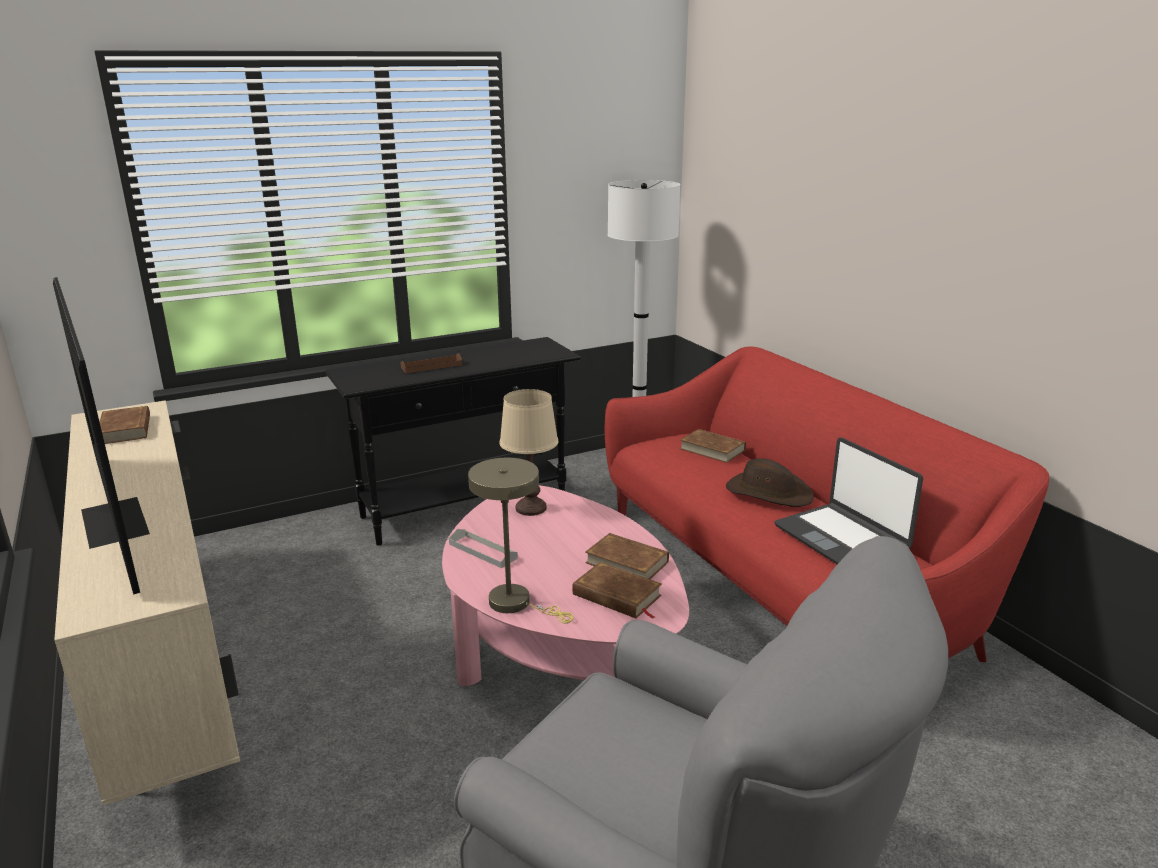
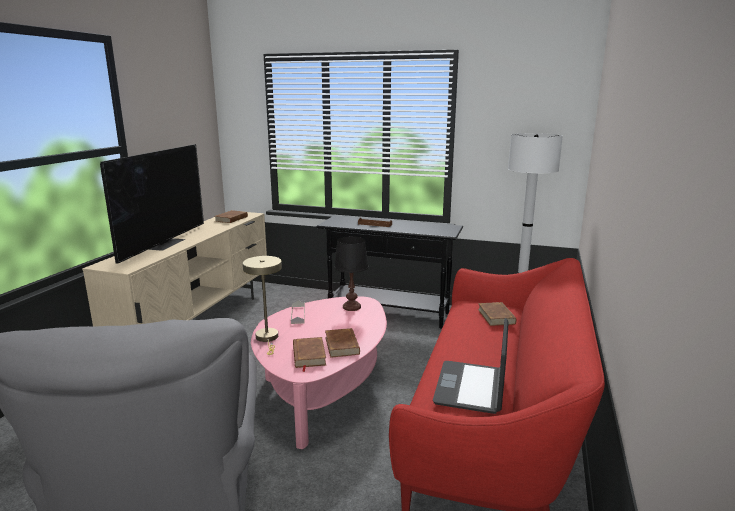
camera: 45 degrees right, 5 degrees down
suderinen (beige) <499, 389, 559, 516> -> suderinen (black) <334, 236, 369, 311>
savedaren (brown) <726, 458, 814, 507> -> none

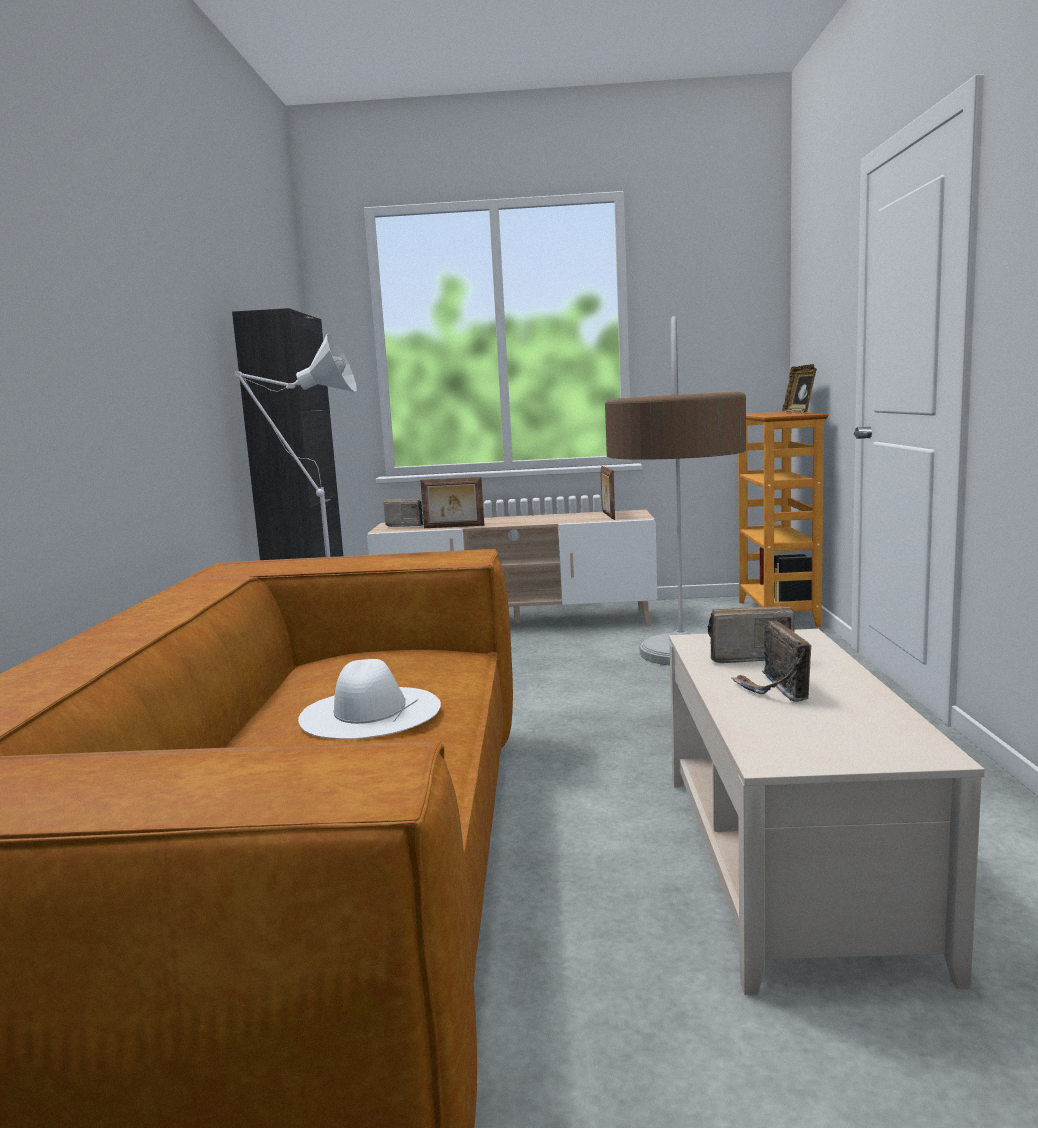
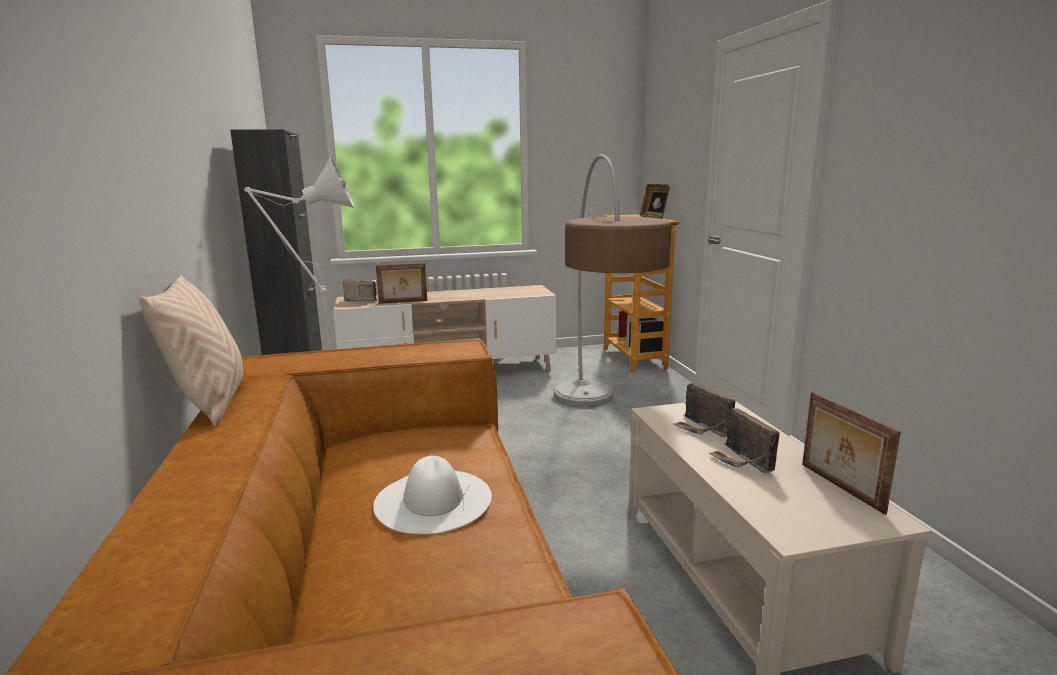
camera: 15 degrees left, 5 degrees up
none -> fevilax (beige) <138, 274, 243, 426>
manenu <707, 606, 795, 663> -> manenu <673, 383, 735, 437>, 105 degrees counterclockwise
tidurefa <600, 466, 615, 520> -> tidurefa <802, 392, 901, 515>, move

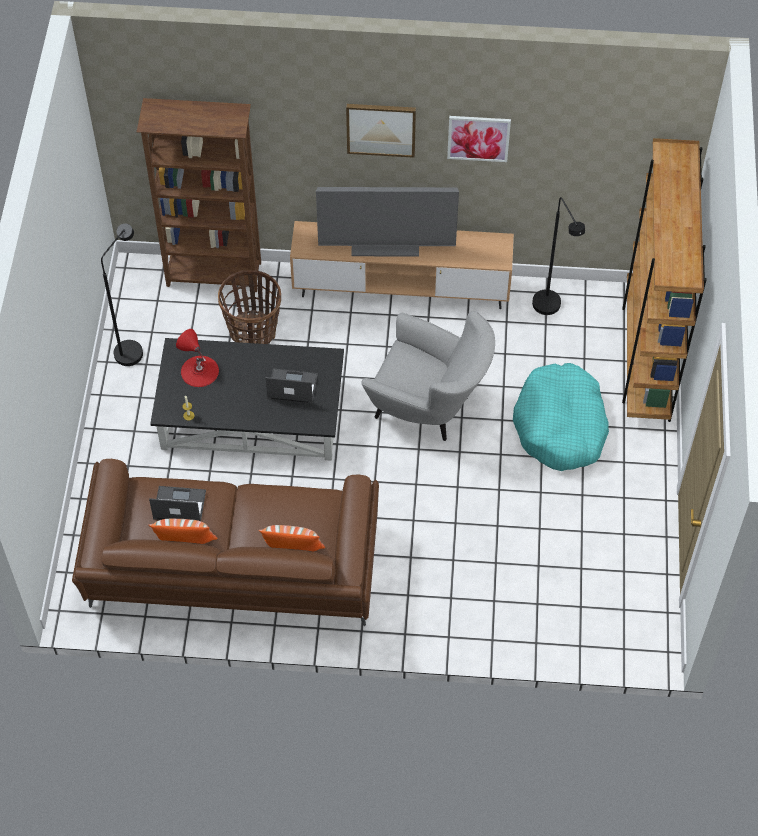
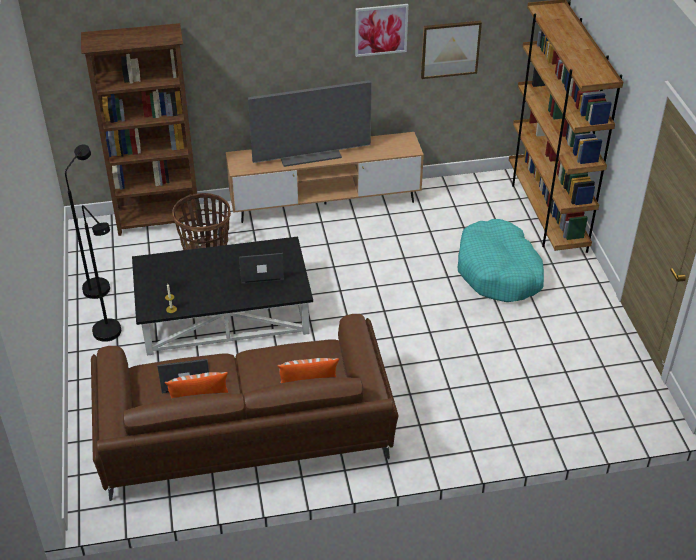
camera: 15 degrees left, 15 degrees down
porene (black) <532, 197, 585, 315> -> porene (black) <82, 205, 121, 342>, move
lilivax <346, 104, 416, 158> -> lilivax <421, 21, 482, 79>, move
suderinen (red) <176, 329, 219, 387> -> none
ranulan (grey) <361, 311, 495, 441> -> none

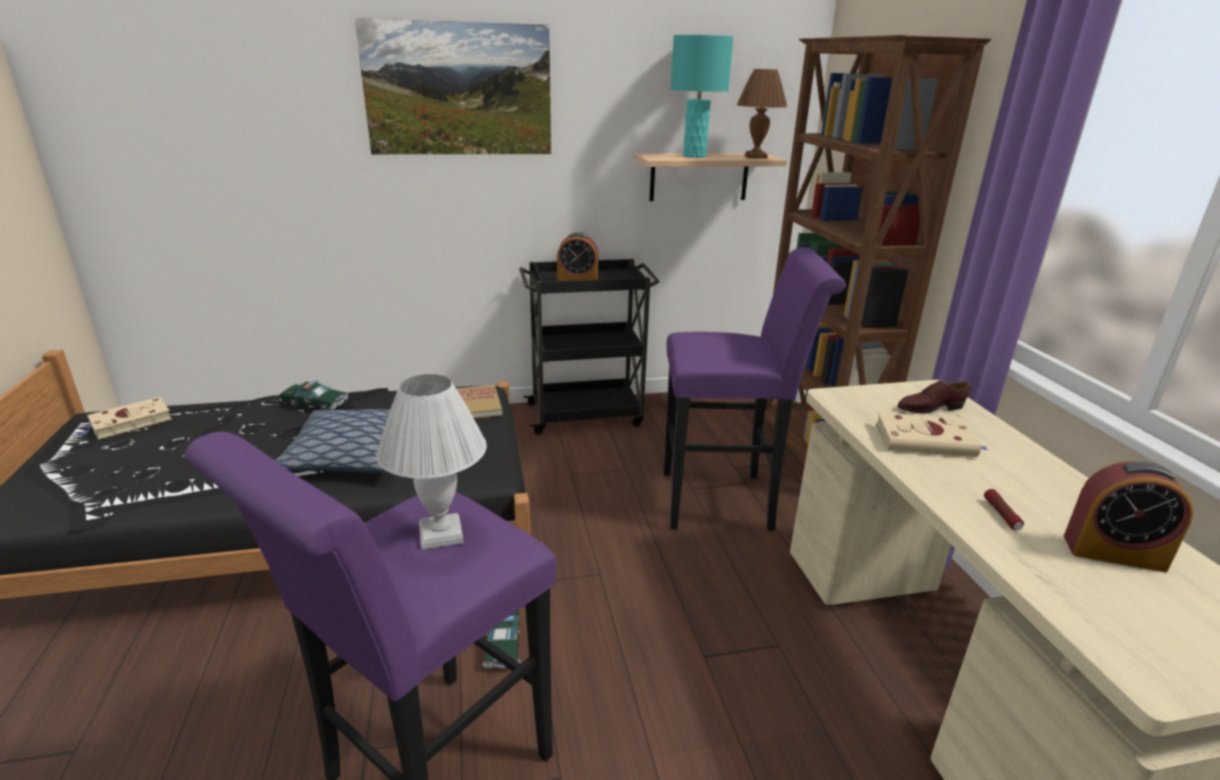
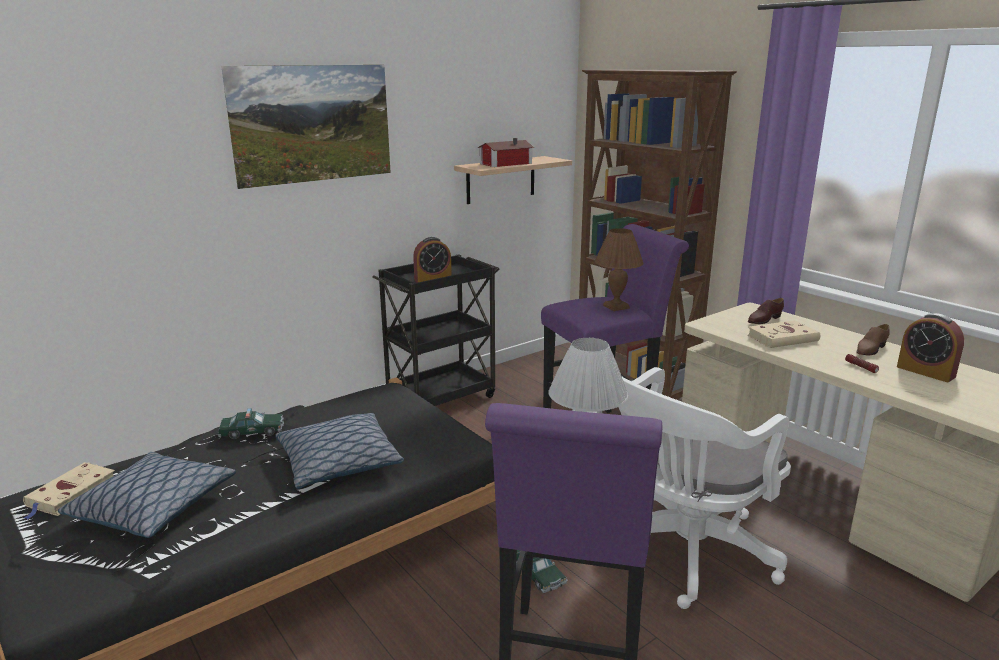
camera: 25 degrees left, 5 degrees down
none -> fevilax <58, 452, 236, 538>
suderinen (turquoise) <671, 35, 733, 158> -> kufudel <478, 138, 534, 167>
suderinen (brown) <737, 69, 787, 159> -> suderinen (brown) <595, 228, 643, 311>, move
none -> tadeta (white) <619, 367, 791, 609>
none -> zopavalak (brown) <856, 324, 890, 355>
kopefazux <1064, 461, 1193, 572> -> kopefazux <897, 313, 964, 382>, 60 degrees clockwise
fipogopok <456, 385, 502, 419> -> none

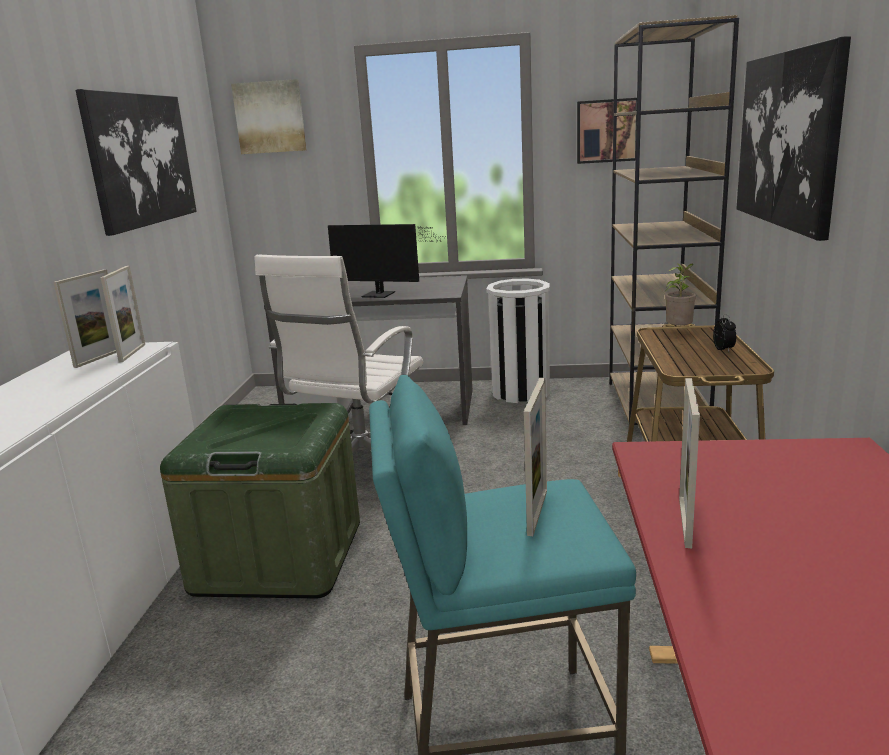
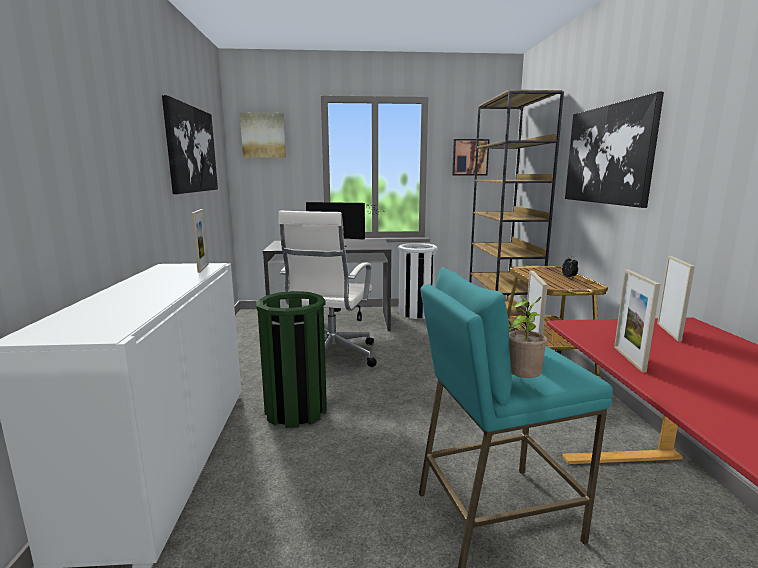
camera: 10 degrees left, 5 degrees down
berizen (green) <160, 403, 360, 599> -> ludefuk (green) <256, 291, 327, 428>
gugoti <665, 263, 696, 327> -> gugoti <509, 295, 547, 378>, move
tidurefa <53, 269, 117, 368> -> tidurefa <657, 256, 695, 342>, move

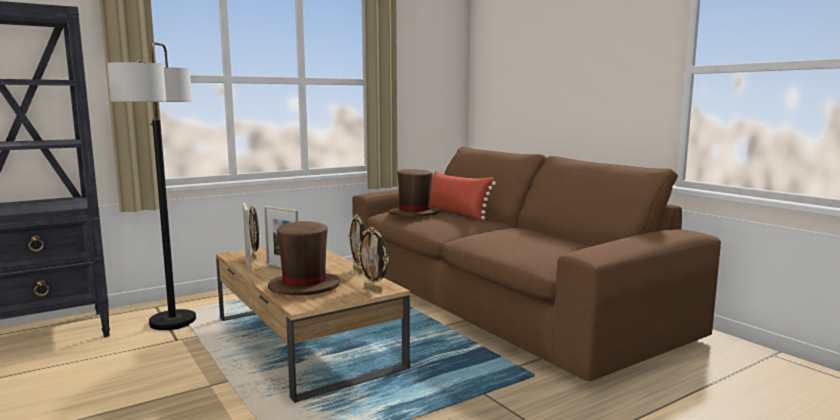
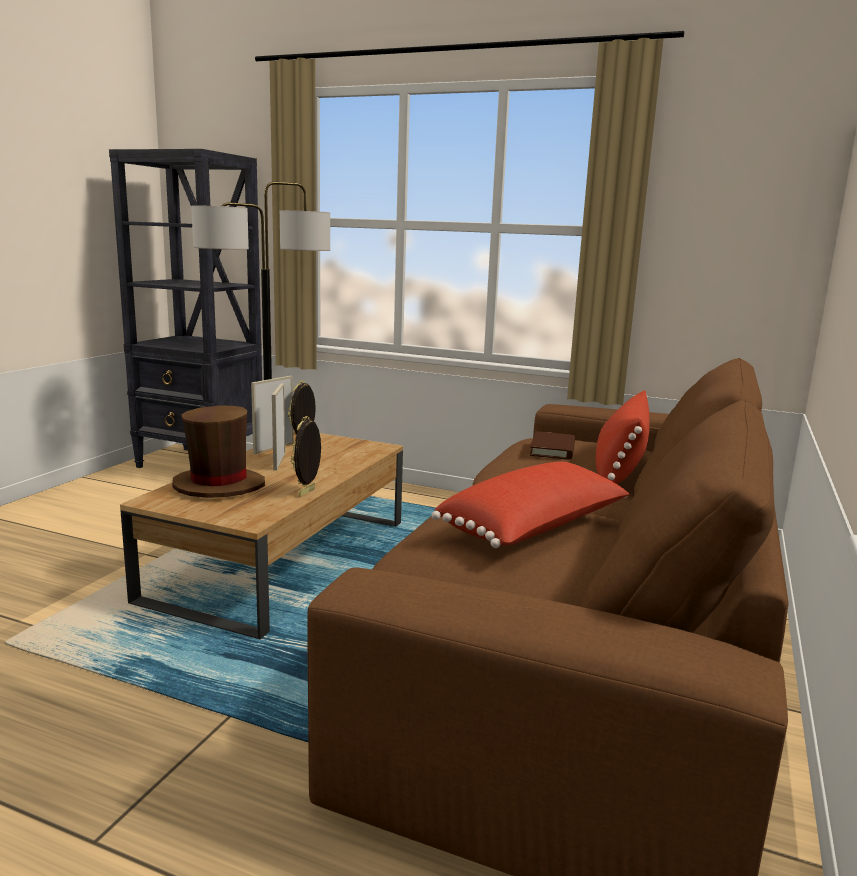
camera: 55 degrees right, 5 degrees up
none -> fevilax (red) <432, 461, 629, 548>
savedaren (brown) <389, 169, 440, 217> -> fipogopok (brown) <529, 431, 575, 460>
tidurefa <357, 227, 389, 292> -> none

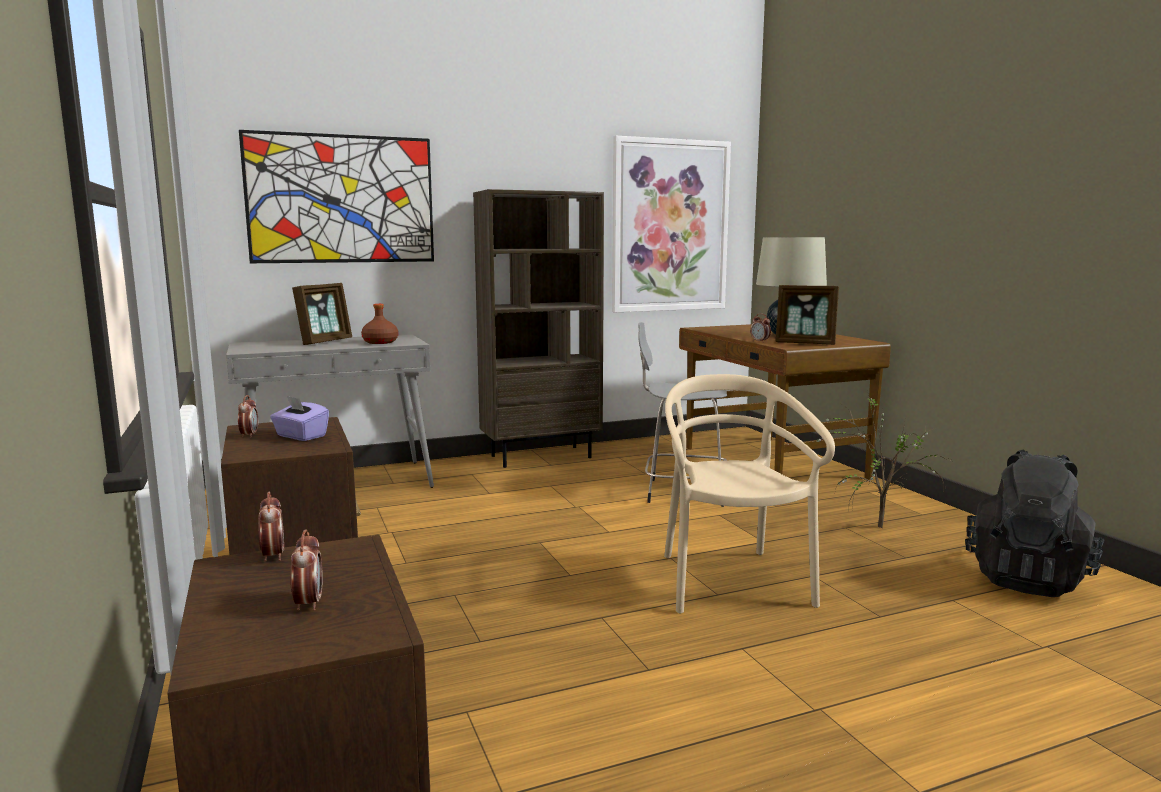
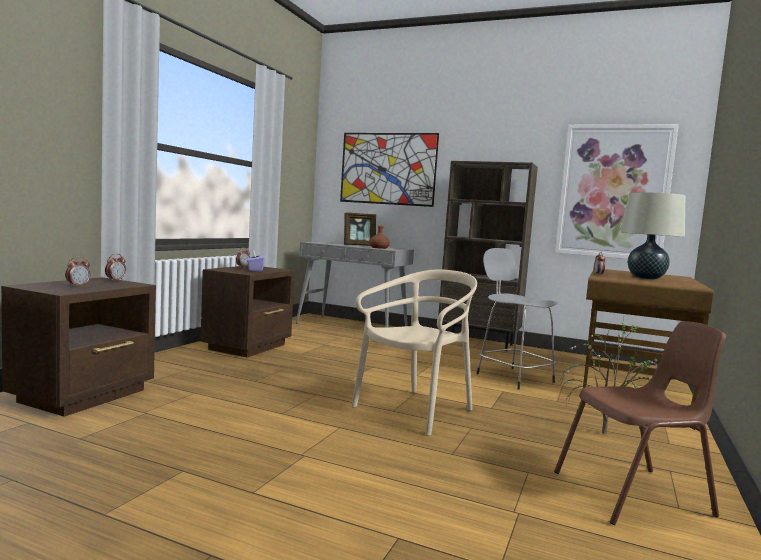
camera: 45 degrees right, 5 degrees down
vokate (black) <965, 449, 1105, 597> -> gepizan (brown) <554, 321, 726, 525>
tidurefa <775, 285, 839, 345> -> none

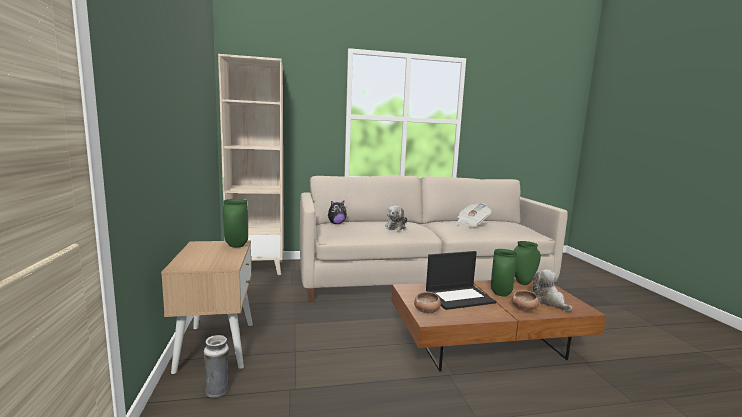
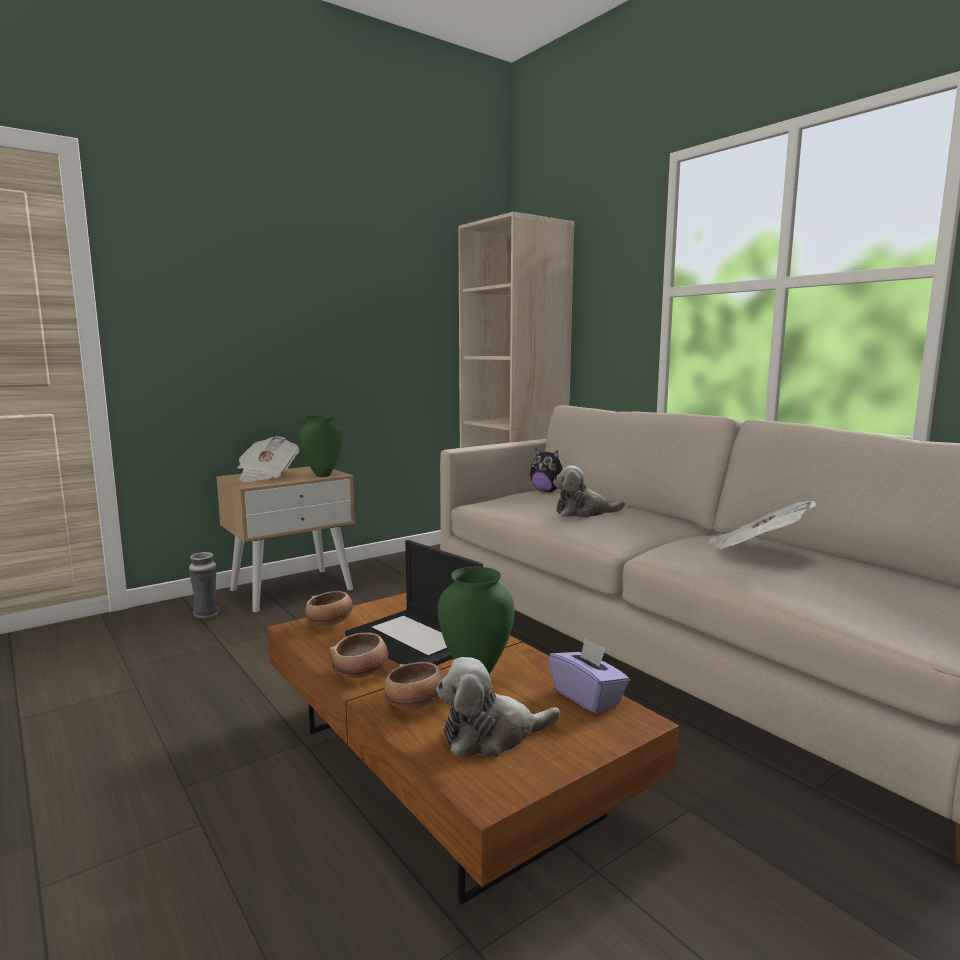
camera: 65 degrees right, 0 degrees up
none -> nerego <237, 437, 299, 482>
none -> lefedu <330, 633, 388, 678>
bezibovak <533, 269, 573, 312> -> bezibovak <436, 657, 560, 758>, 150 degrees counterclockwise
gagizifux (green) <513, 241, 541, 285> -> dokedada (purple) <549, 638, 630, 713>

